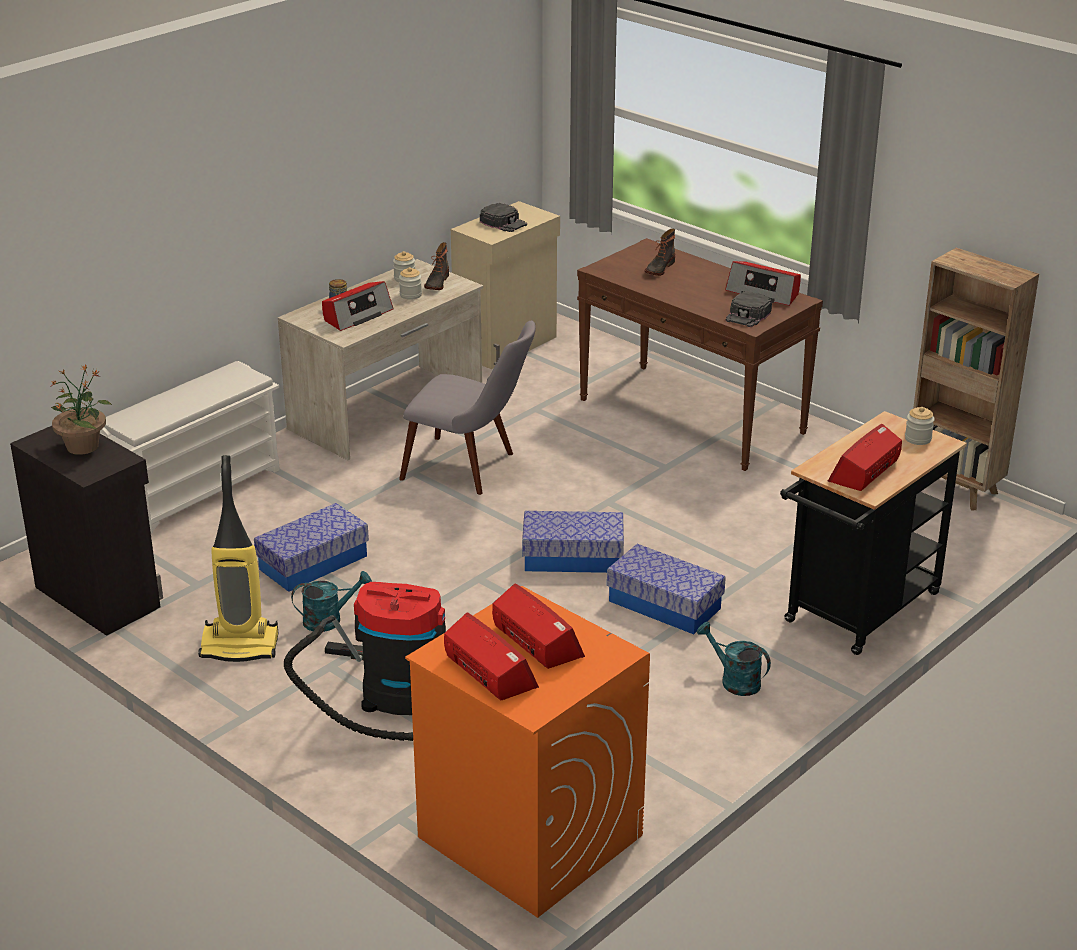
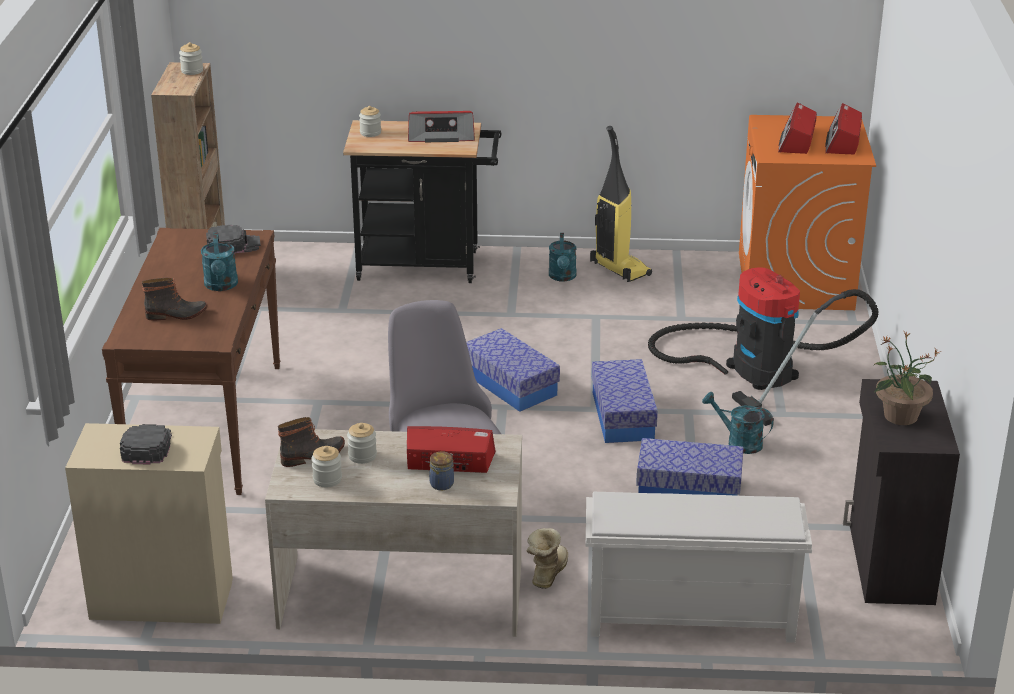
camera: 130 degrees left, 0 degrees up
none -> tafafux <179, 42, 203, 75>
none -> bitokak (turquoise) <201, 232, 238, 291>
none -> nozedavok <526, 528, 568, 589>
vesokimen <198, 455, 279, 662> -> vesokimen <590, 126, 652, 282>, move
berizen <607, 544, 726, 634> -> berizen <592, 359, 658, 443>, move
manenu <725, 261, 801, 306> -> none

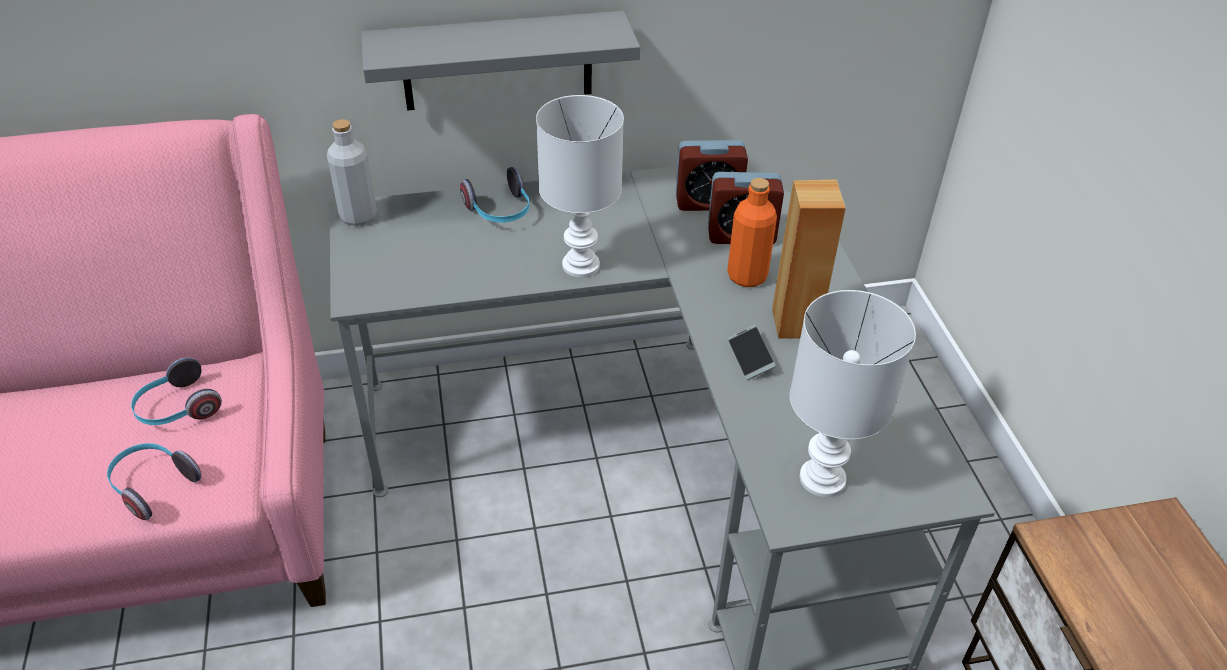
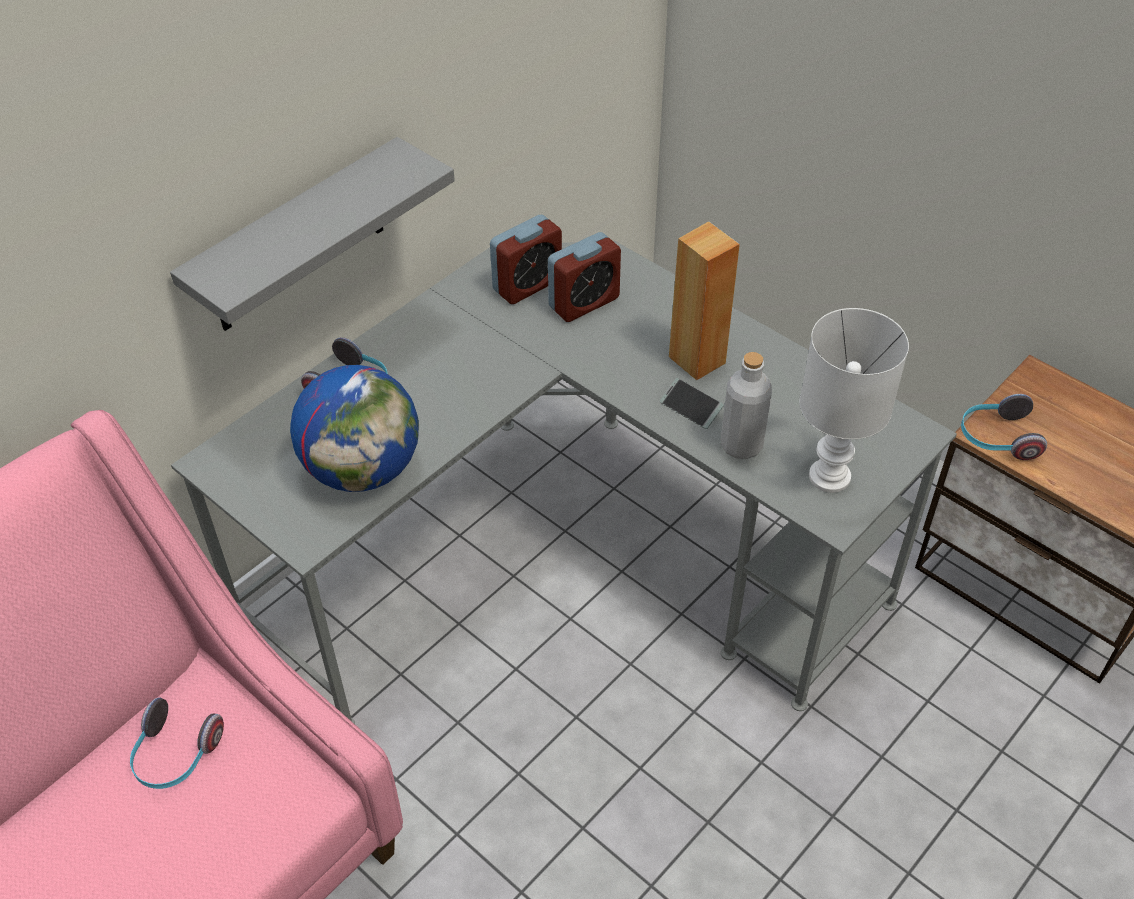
camera: 35 degrees left, 5 degrees up
none -> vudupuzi <290, 365, 419, 492>
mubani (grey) <327, 119, 377, 226> -> mubani (grey) <721, 352, 772, 459>, move
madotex <107, 443, 201, 520> -> madotex <961, 394, 1047, 460>, move
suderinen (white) <536, 95, 624, 278> -> none
mubani (orange) <727, 178, 777, 287> -> none

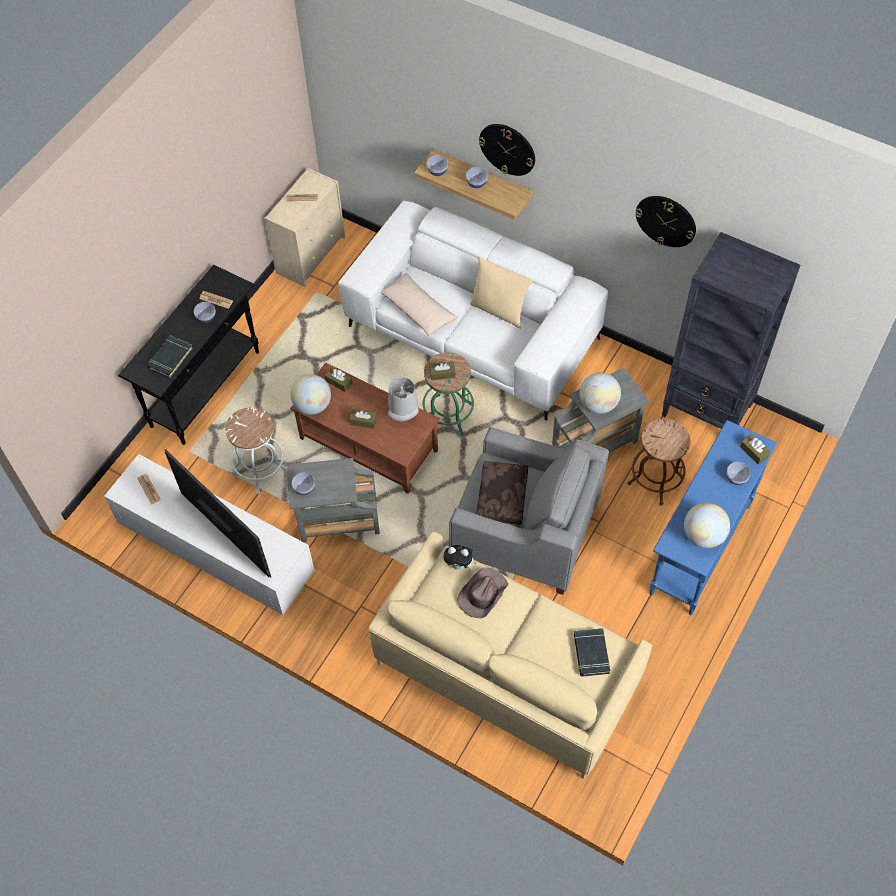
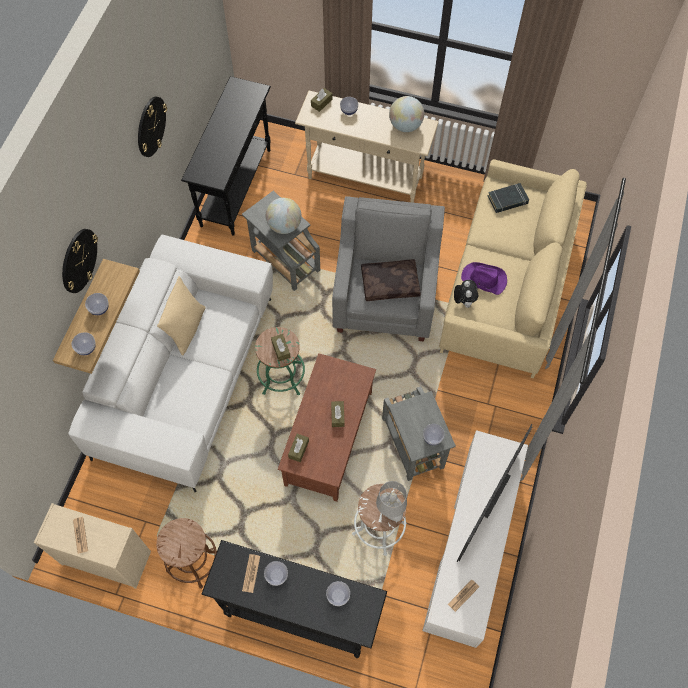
camera: 105 degrees left, 5 degrees up
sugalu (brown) <627, 418, 690, 506> -> sugalu (brown) <156, 518, 217, 589>, move
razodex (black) <662, 232, 800, 429> -> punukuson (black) <181, 76, 271, 236>
punukuson (blue) <649, 420, 777, 615> -> punukuson (beige) <295, 90, 439, 203>
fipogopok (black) <148, 335, 193, 379> -> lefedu <326, 581, 350, 606>
suderinen (grey) <388, 377, 419, 421> -> suderinen (grey) <376, 481, 407, 522>, move
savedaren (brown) <457, 567, 508, 618> -> savedaren (purple) <461, 262, 507, 295>
vudupuzi <290, 374, 331, 415> -> none
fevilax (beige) <381, 273, 458, 336> -> none

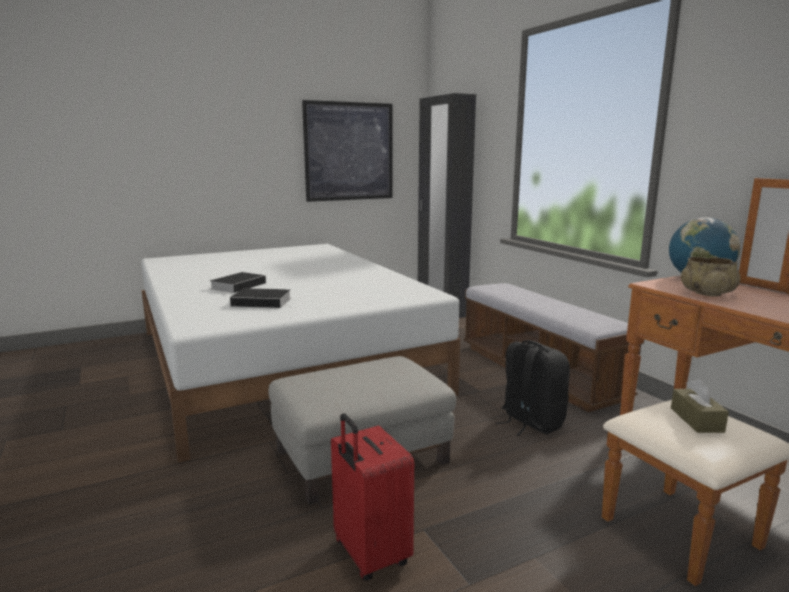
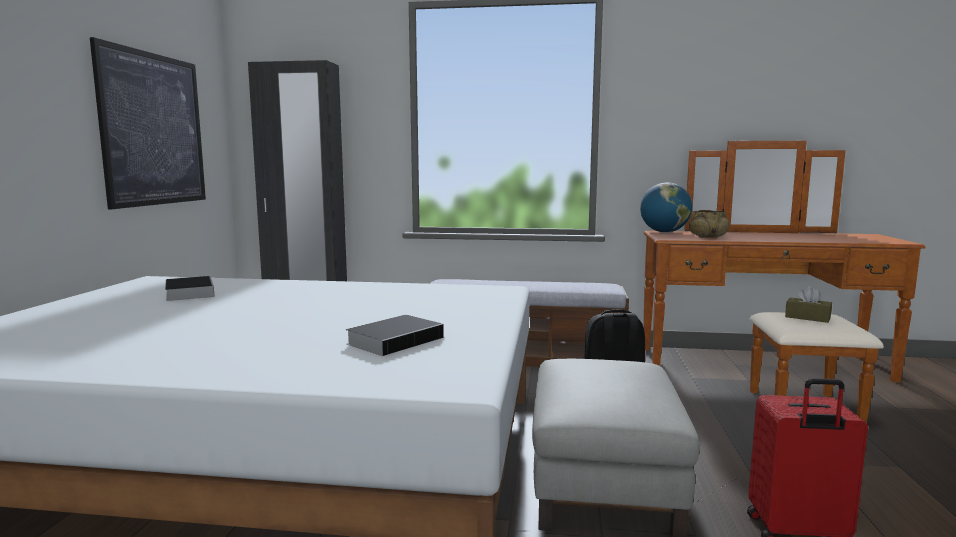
camera: 55 degrees left, 5 degrees down
fipogopok <210, 272, 266, 293> -> fipogopok <165, 276, 215, 301>, move

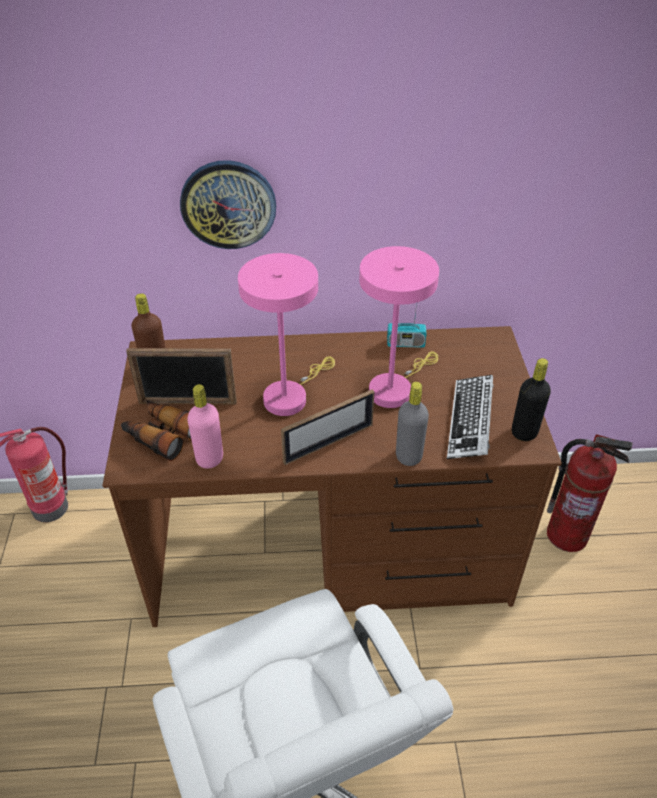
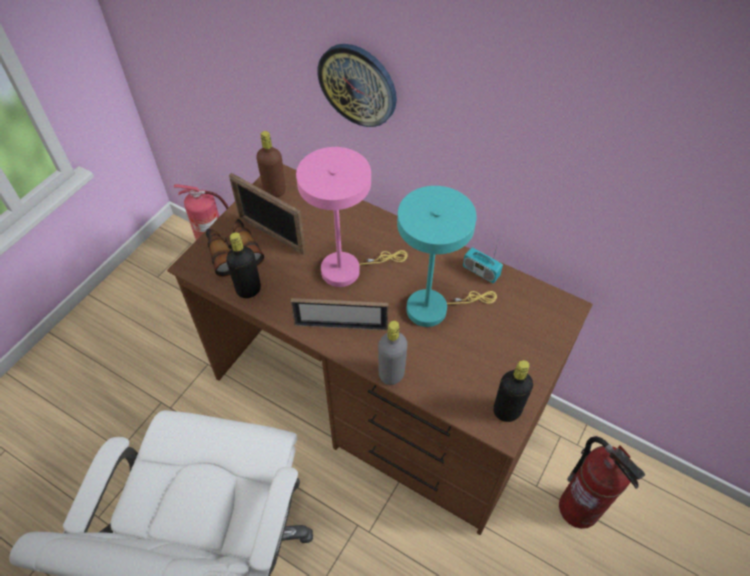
camera: 35 degrees right, 10 degrees up
mubani (pink) <187, 384, 223, 469> -> mubani (black) <226, 232, 261, 298>
suderinen (pink) <359, 246, 439, 408> -> suderinen (turquoise) <397, 186, 497, 327>
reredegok <447, 375, 494, 459> -> none

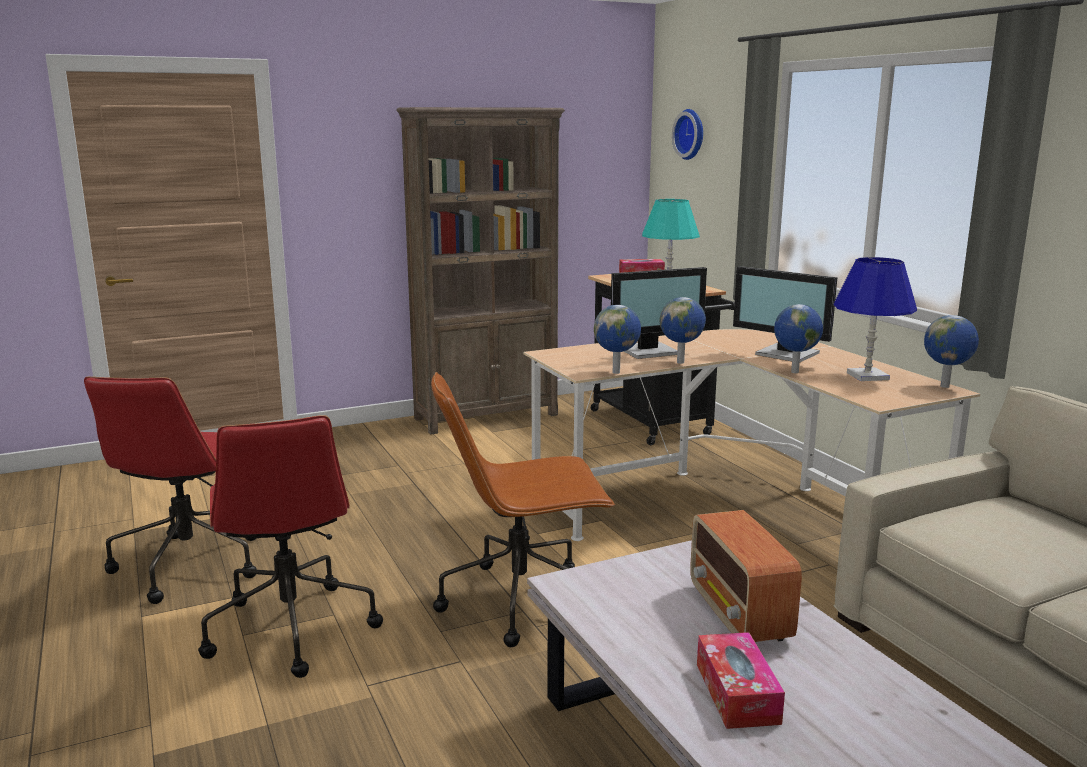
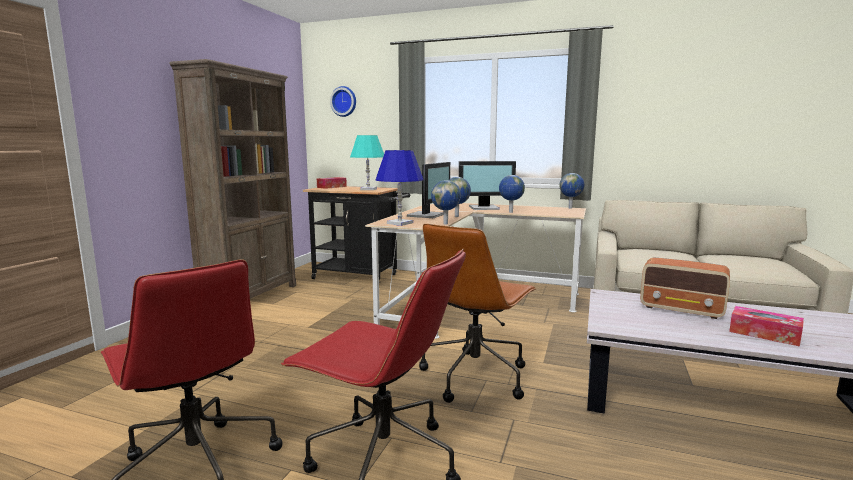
camera: 45 degrees left, 5 degrees down
suderinen (blue) <834, 257, 917, 381> -> suderinen (blue) <376, 150, 423, 226>, move

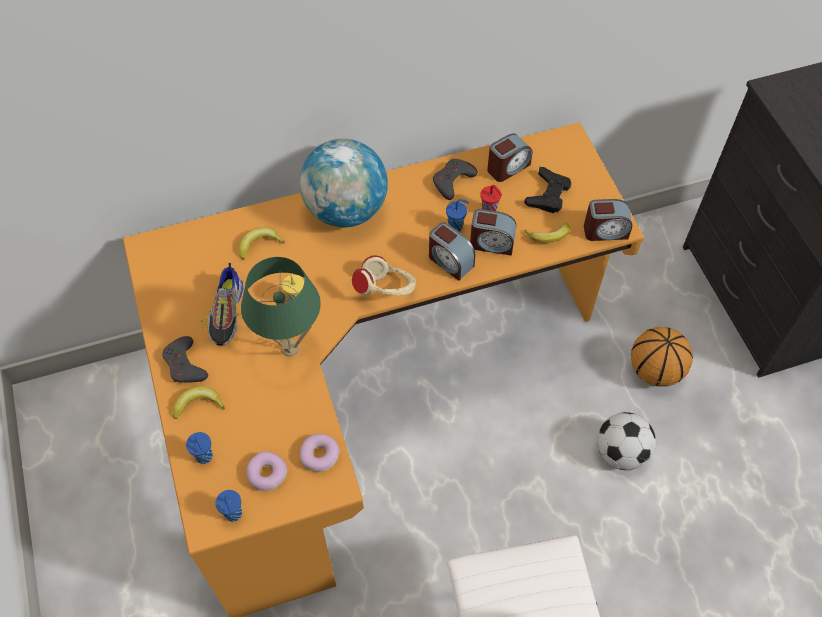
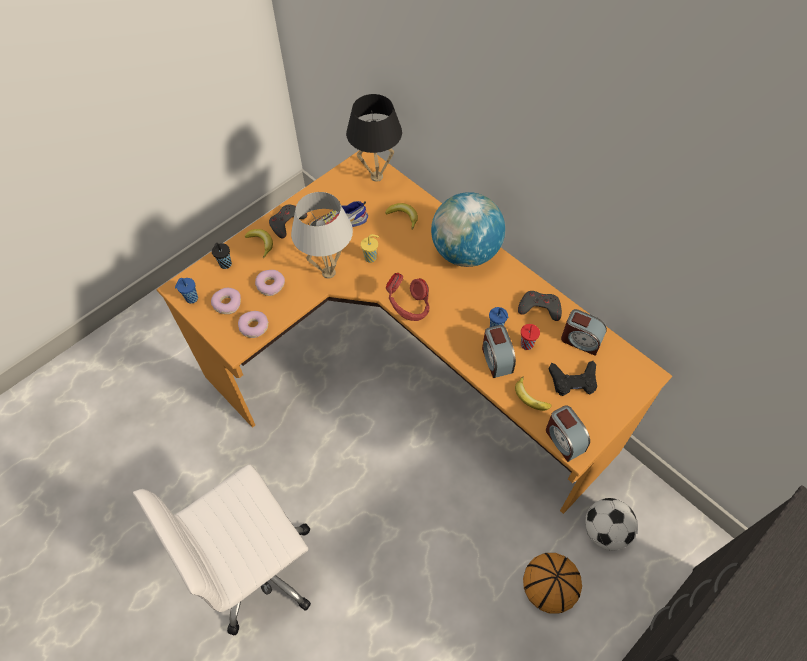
camera: 65 degrees right, 0 degrees up
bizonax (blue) <186, 432, 213, 464> -> bizonax (black) <212, 243, 232, 269>
none -> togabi <255, 270, 285, 296>
suderinen (green) <241, 257, 321, 357> -> suderinen (white) <291, 192, 353, 278>
none -> suderinen (black) <346, 94, 402, 182>
madotex (beige) <352, 256, 416, 296> -> madotex (red) <386, 273, 430, 321>
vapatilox <597, 412, 656, 470> -> vapatilox <585, 498, 638, 550>, move
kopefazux <429, 222, 475, 281> -> none

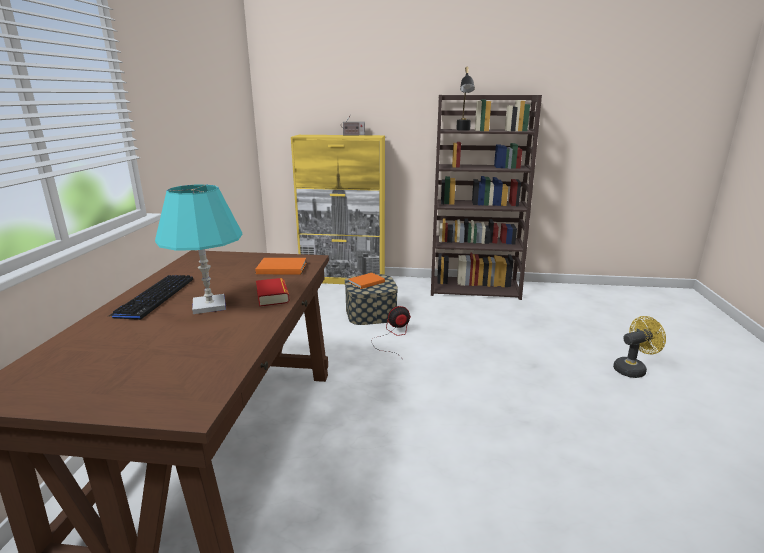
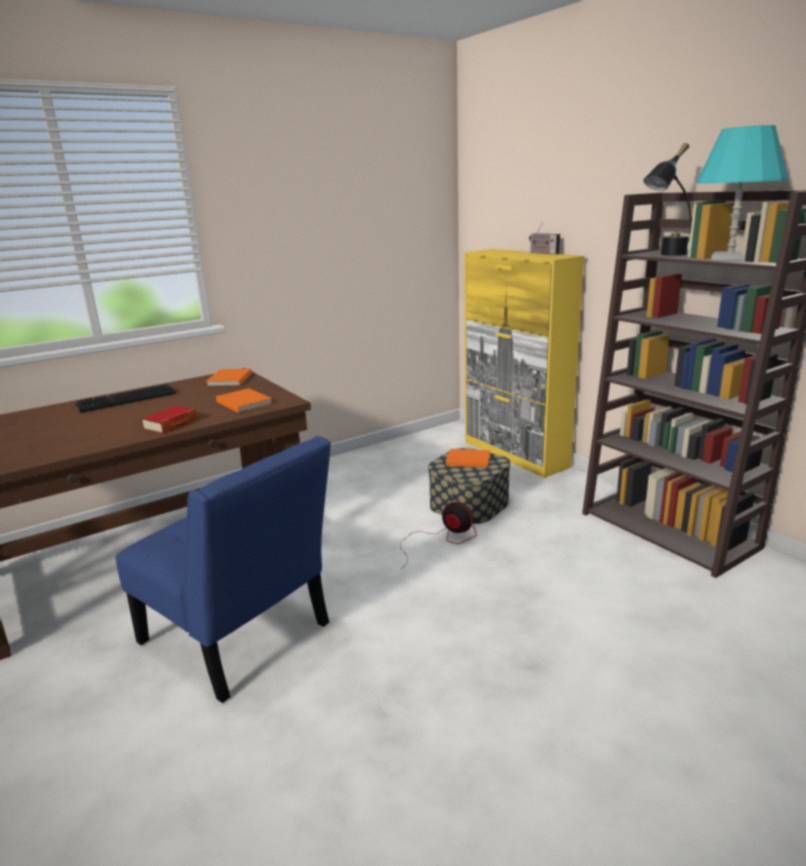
camera: 50 degrees right, 0 degrees up
none -> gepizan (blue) <115, 436, 331, 703>
none -> fipogopok (orange) <206, 368, 252, 387>
suderinen (turquoise) <155, 184, 243, 314> -> suderinen (turquoise) <696, 125, 788, 260>, move
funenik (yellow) <613, 316, 666, 378> -> none

